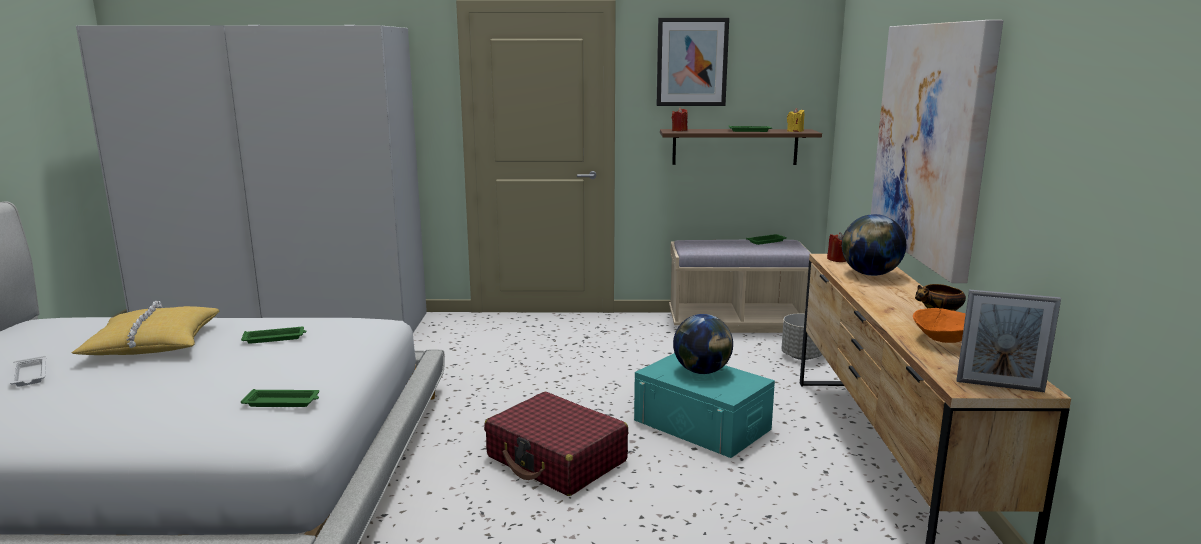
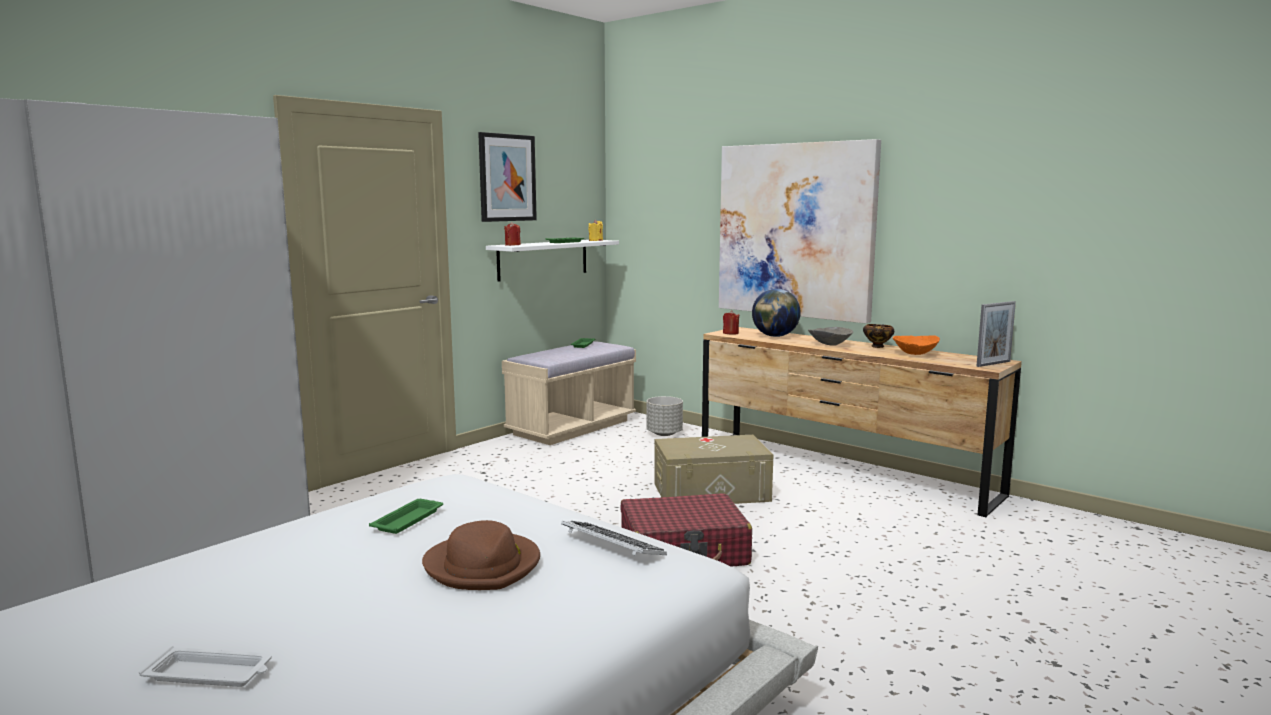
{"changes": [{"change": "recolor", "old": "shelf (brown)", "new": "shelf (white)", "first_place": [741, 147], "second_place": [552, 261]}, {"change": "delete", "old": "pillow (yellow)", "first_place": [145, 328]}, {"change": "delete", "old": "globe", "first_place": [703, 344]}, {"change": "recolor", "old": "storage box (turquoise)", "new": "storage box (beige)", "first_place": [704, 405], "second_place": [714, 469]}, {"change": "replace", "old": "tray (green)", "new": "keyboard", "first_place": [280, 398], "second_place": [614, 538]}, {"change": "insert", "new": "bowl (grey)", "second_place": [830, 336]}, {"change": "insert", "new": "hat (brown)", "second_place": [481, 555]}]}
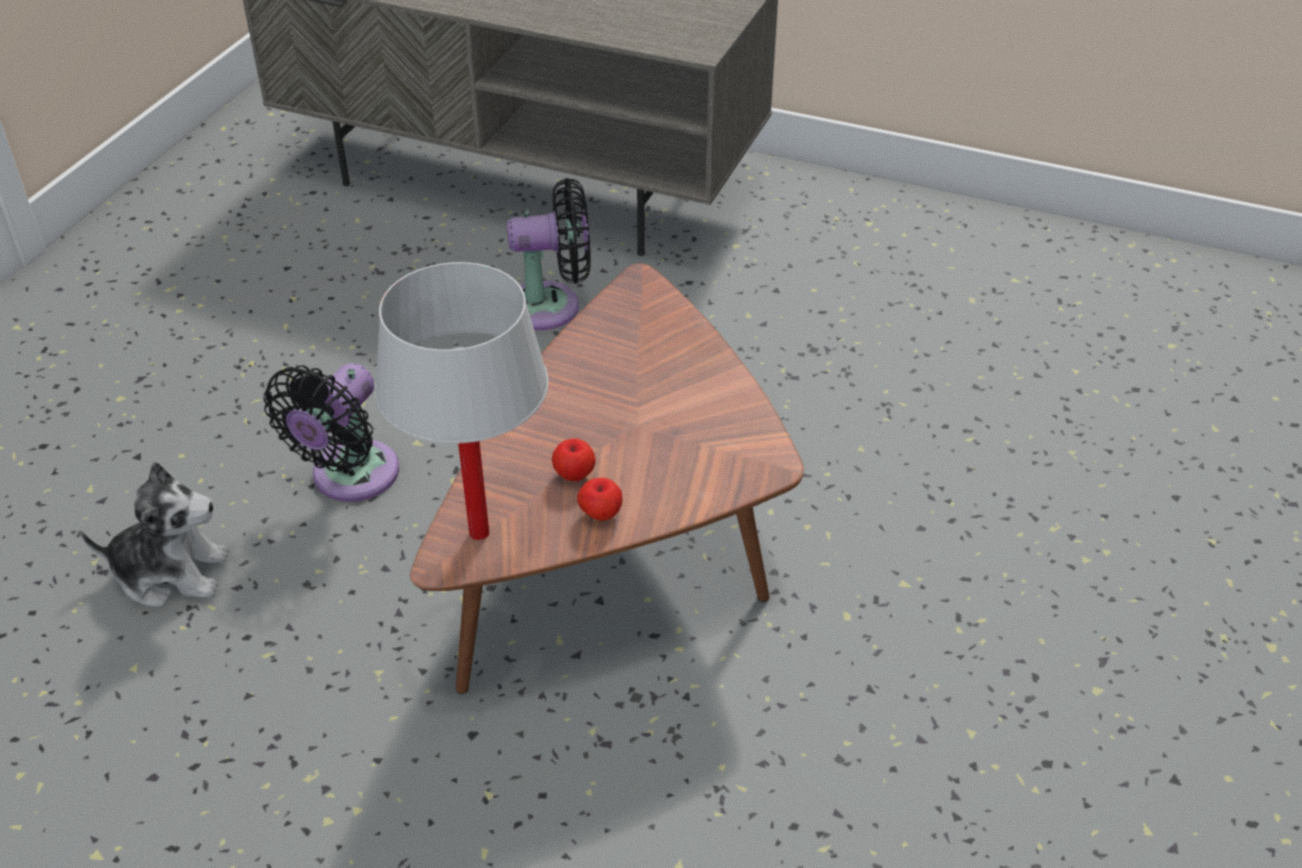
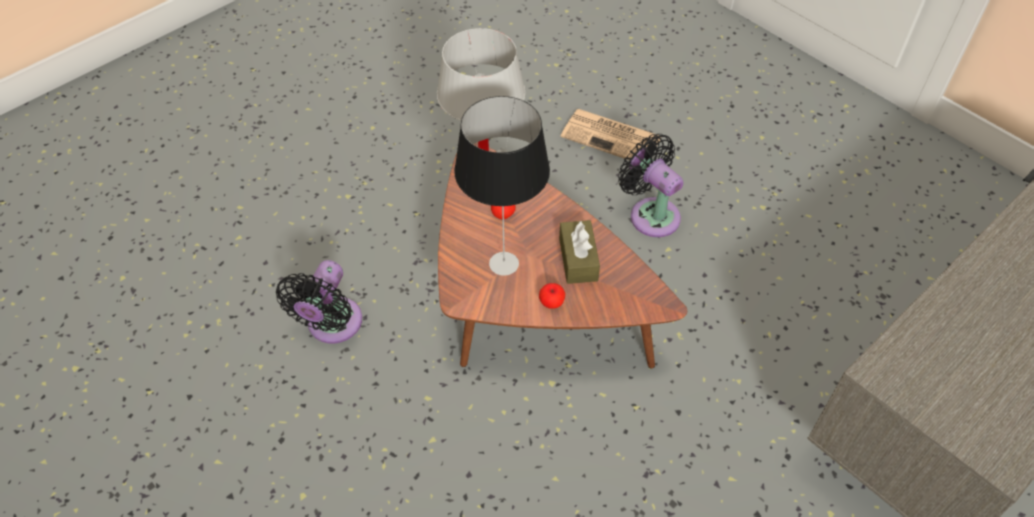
{"changes": [{"change": "move", "old": "fan (black)", "first_place": [549, 254], "second_place": [319, 302]}, {"change": "replace", "old": "plush toy", "new": "newspaper", "first_place": [155, 535], "second_place": [610, 134]}, {"change": "move", "old": "apple", "first_place": [600, 499], "second_place": [552, 296]}, {"change": "insert", "new": "table lamp", "second_place": [502, 186]}, {"change": "insert", "new": "tissue box (brown)", "second_place": [579, 252]}]}
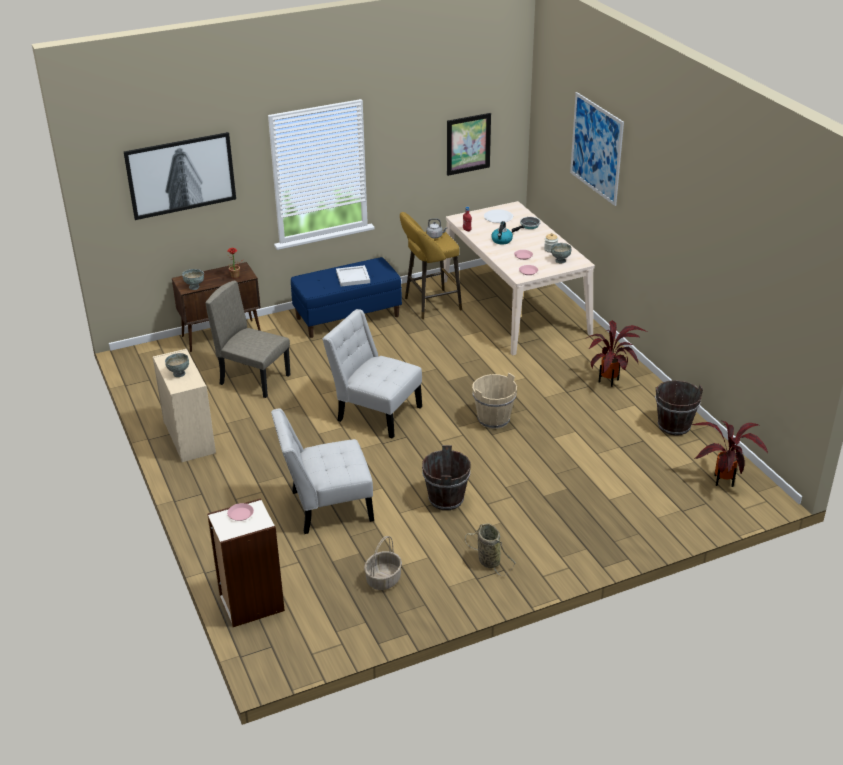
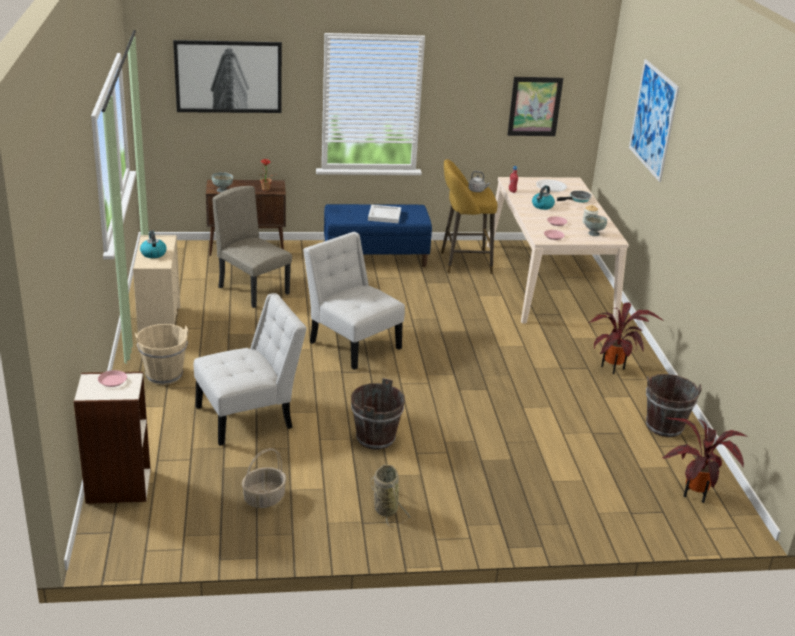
{"changes": [{"change": "replace", "old": "bowl (grey)", "new": "kettle", "first_place": [177, 365], "second_place": [153, 244]}, {"change": "move", "old": "bucket (beige)", "first_place": [494, 401], "second_place": [161, 354]}, {"change": "rotate", "old": "chair (white)", "first_place": [322, 471], "second_place": [250, 369], "degrees": 150}]}
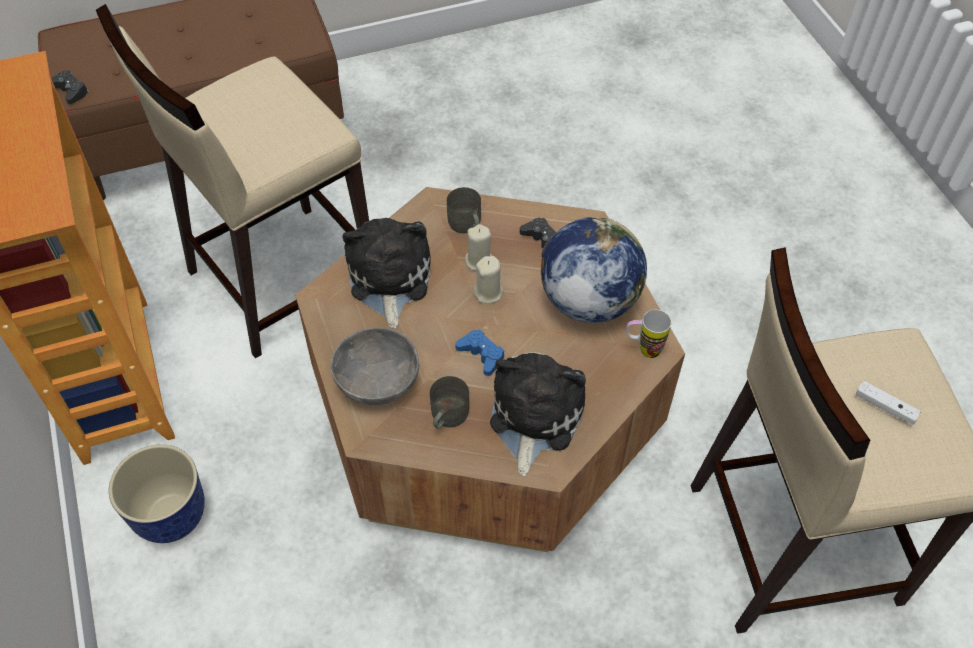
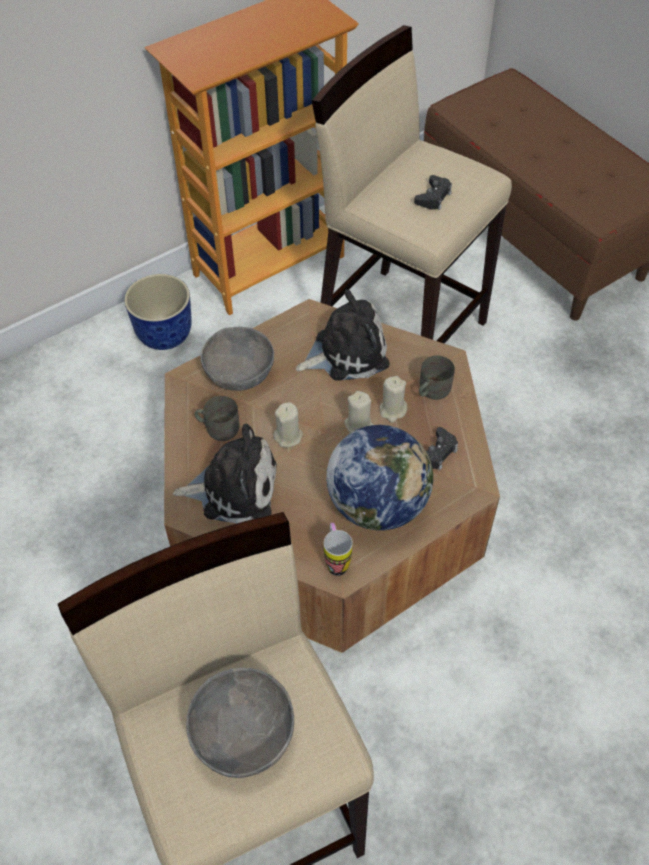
{"changes": [{"change": "move", "old": "game controller (black)", "first_place": [70, 87], "second_place": [433, 192]}, {"change": "replace", "old": "game controller (blue)", "new": "candle (beige)", "first_place": [480, 352], "second_place": [288, 425]}, {"change": "replace", "old": "game controller (white)", "new": "bowl (grey)", "first_place": [888, 403], "second_place": [240, 723]}]}
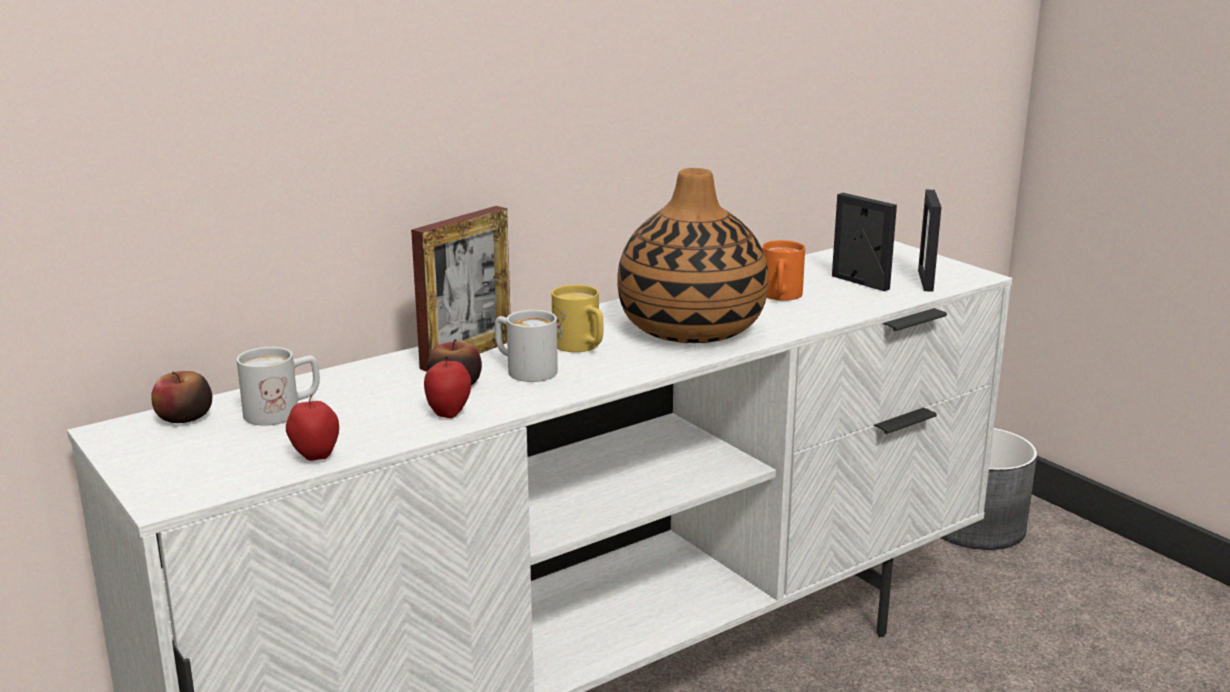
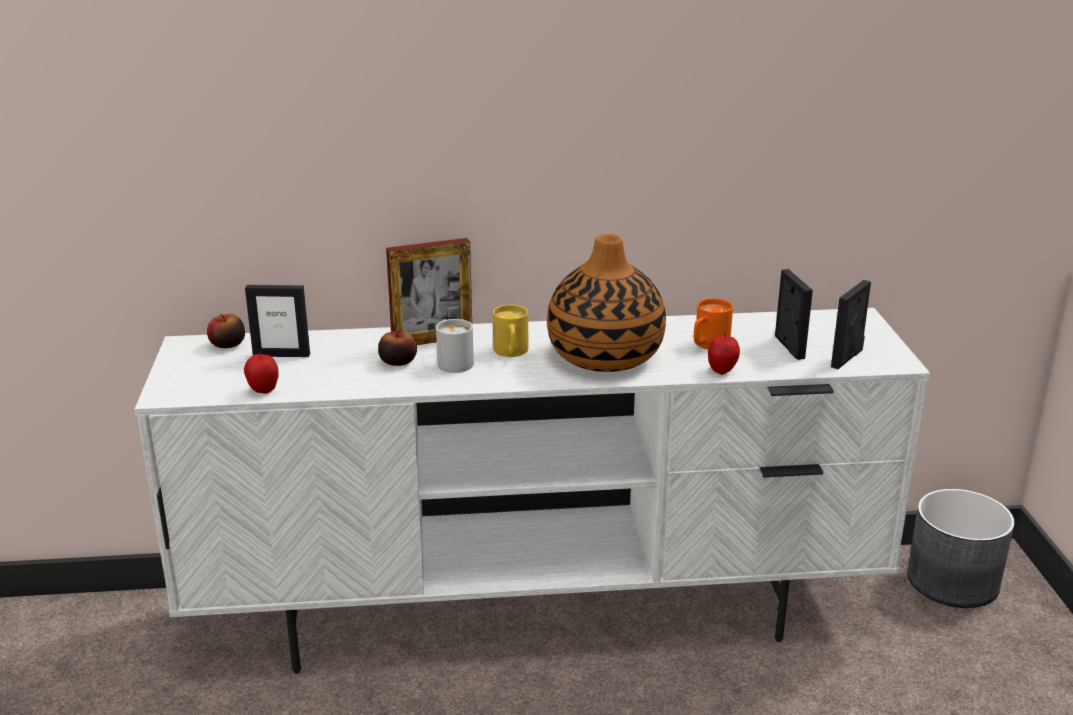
{"changes": [{"change": "replace", "old": "mug (white)", "new": "picture frame", "first_place": [278, 386], "second_place": [277, 321]}, {"change": "move", "old": "apple", "first_place": [447, 387], "second_place": [724, 354]}]}
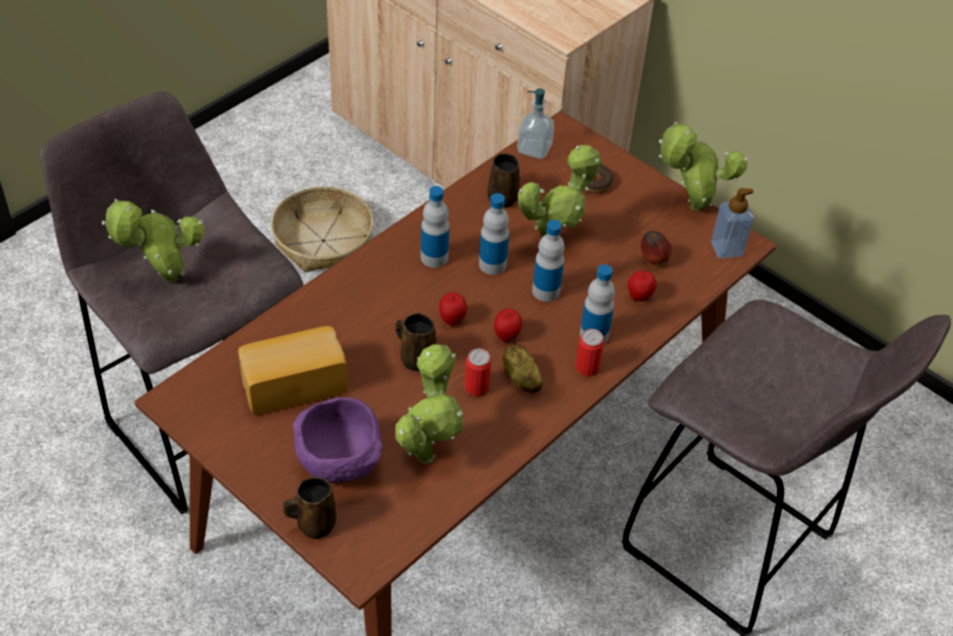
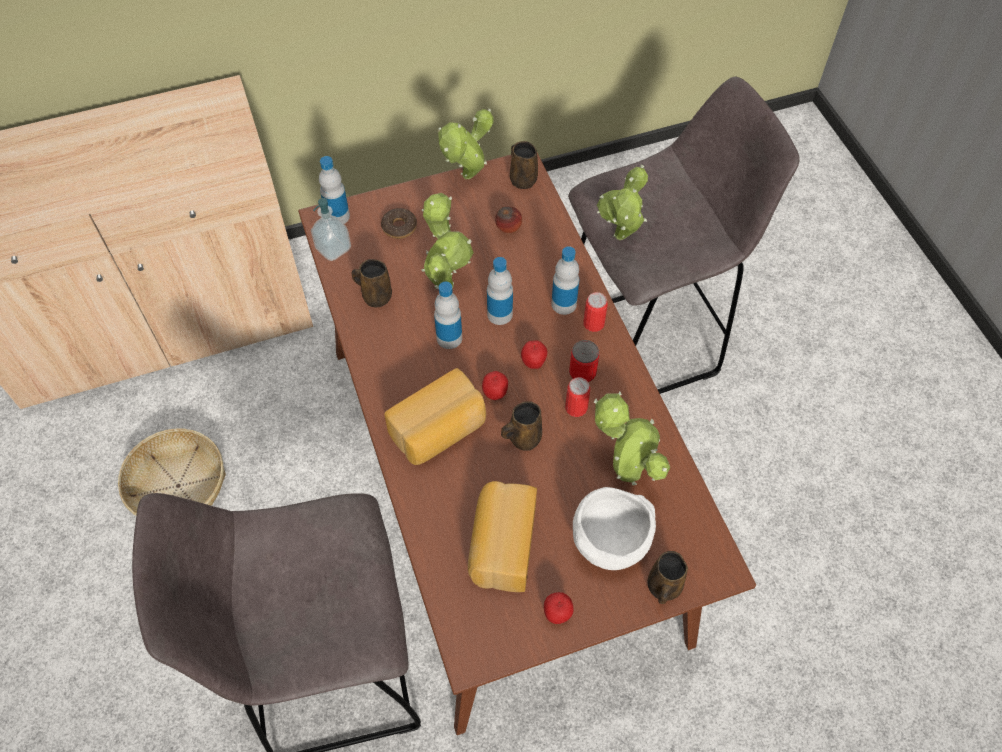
{"changes": [{"change": "move", "old": "bottle", "first_place": [435, 227], "second_place": [334, 190]}, {"change": "replace", "old": "soap dispenser", "new": "mug (brown)", "first_place": [732, 223], "second_place": [524, 165]}, {"change": "move", "old": "potted plant", "first_place": [153, 240], "second_place": [622, 202]}, {"change": "move", "old": "apple", "first_place": [642, 286], "second_place": [559, 608]}, {"change": "replace", "old": "potato", "new": "can", "first_place": [523, 368], "second_place": [584, 361]}, {"change": "recolor", "old": "bowl (purple)", "new": "bowl (white)", "first_place": [338, 440], "second_place": [614, 528]}, {"change": "insert", "new": "bread", "second_place": [435, 416]}]}
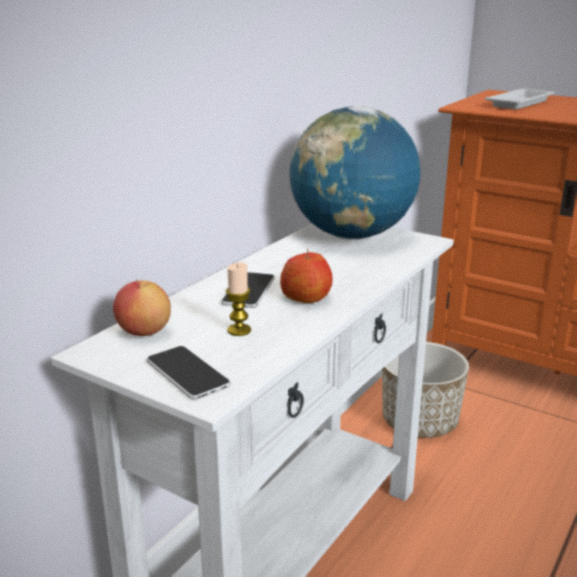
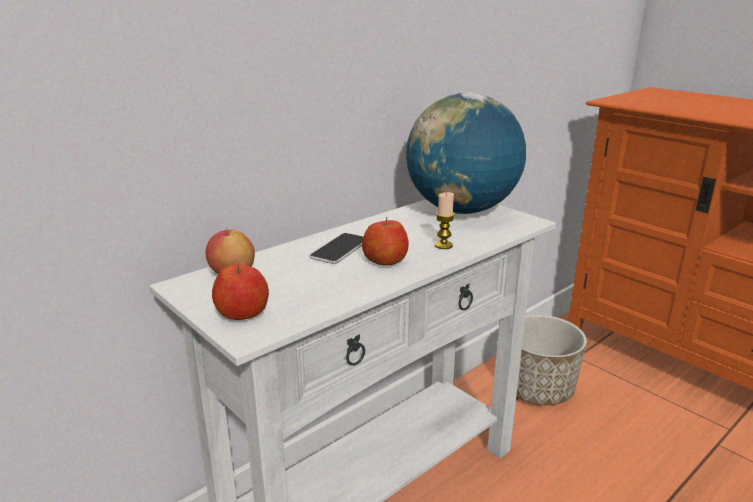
{"changes": [{"change": "delete", "old": "tray (white)", "first_place": [520, 99]}, {"change": "move", "old": "candle", "first_place": [238, 299], "second_place": [445, 220]}, {"change": "replace", "old": "phone", "new": "apple", "first_place": [188, 373], "second_place": [240, 292]}]}
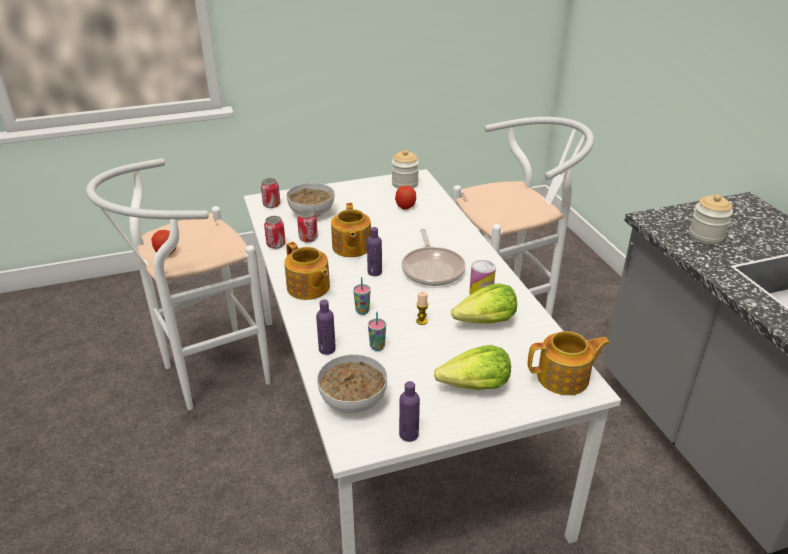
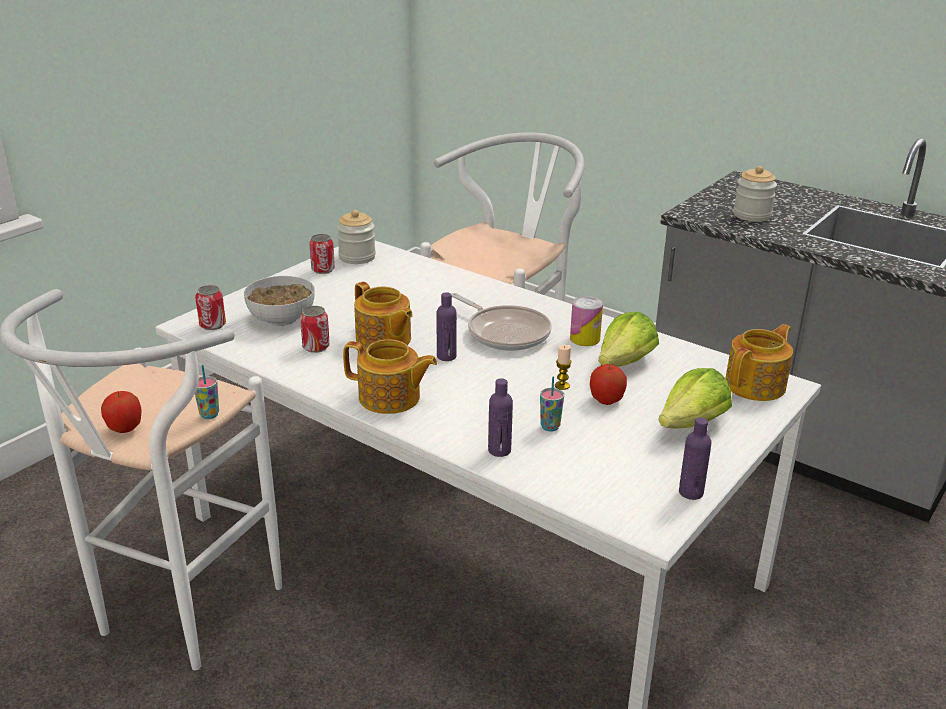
{"changes": [{"change": "move", "old": "apple", "first_place": [405, 197], "second_place": [608, 384]}, {"change": "move", "old": "can", "first_place": [275, 232], "second_place": [322, 254]}, {"change": "move", "old": "cup", "first_place": [362, 296], "second_place": [207, 392]}, {"change": "delete", "old": "bowl", "first_place": [352, 383]}]}
